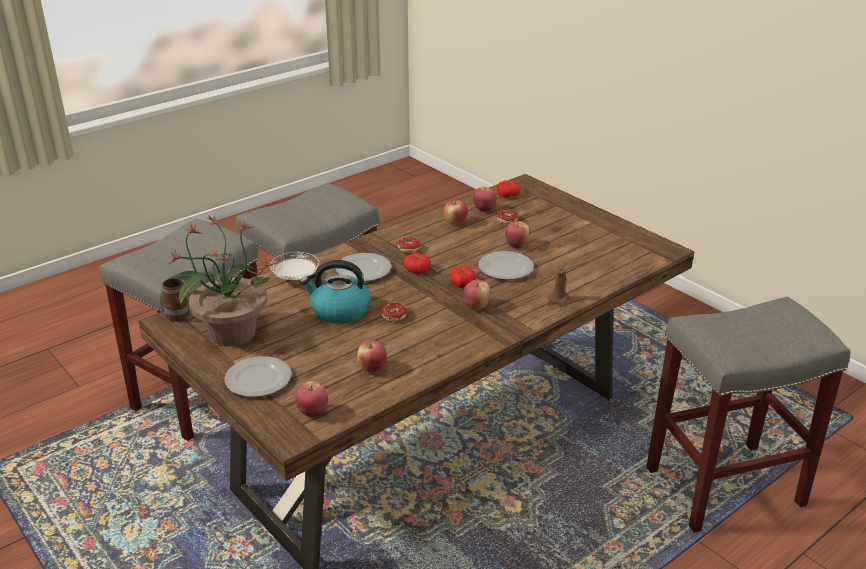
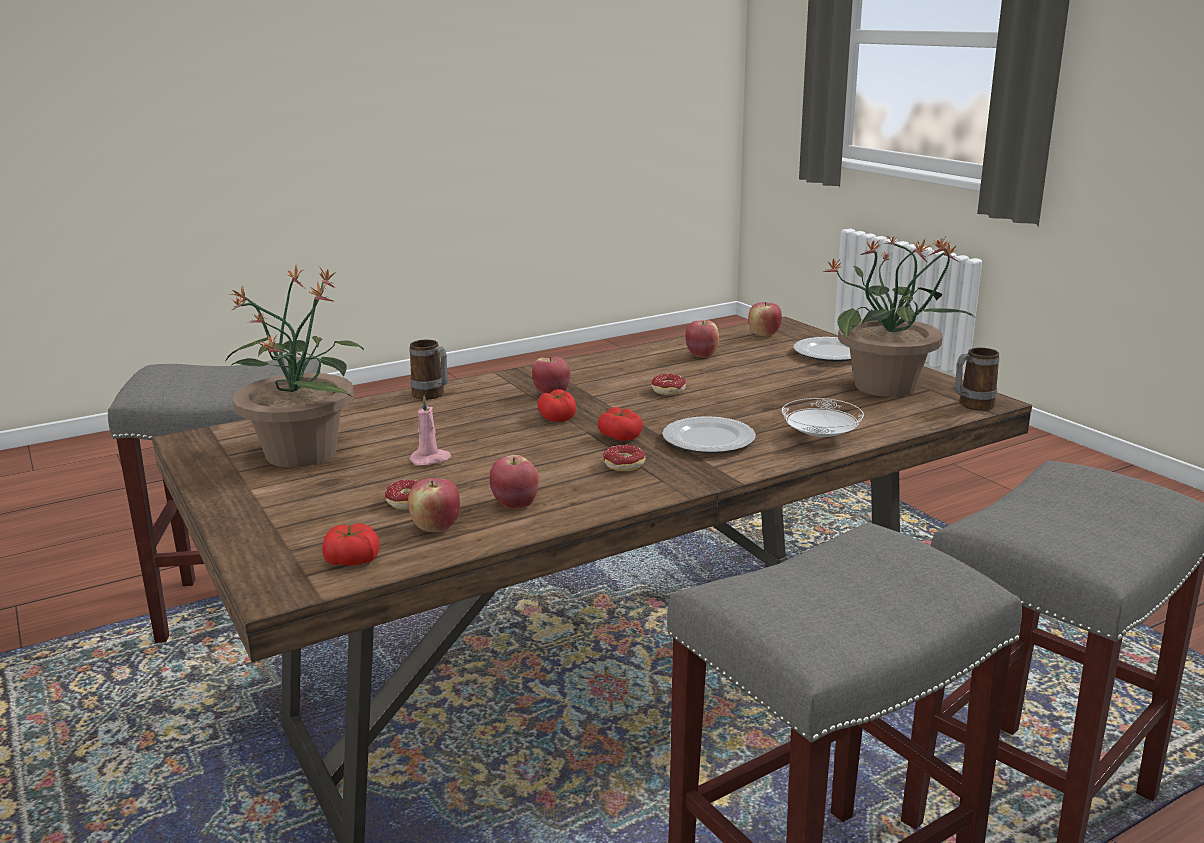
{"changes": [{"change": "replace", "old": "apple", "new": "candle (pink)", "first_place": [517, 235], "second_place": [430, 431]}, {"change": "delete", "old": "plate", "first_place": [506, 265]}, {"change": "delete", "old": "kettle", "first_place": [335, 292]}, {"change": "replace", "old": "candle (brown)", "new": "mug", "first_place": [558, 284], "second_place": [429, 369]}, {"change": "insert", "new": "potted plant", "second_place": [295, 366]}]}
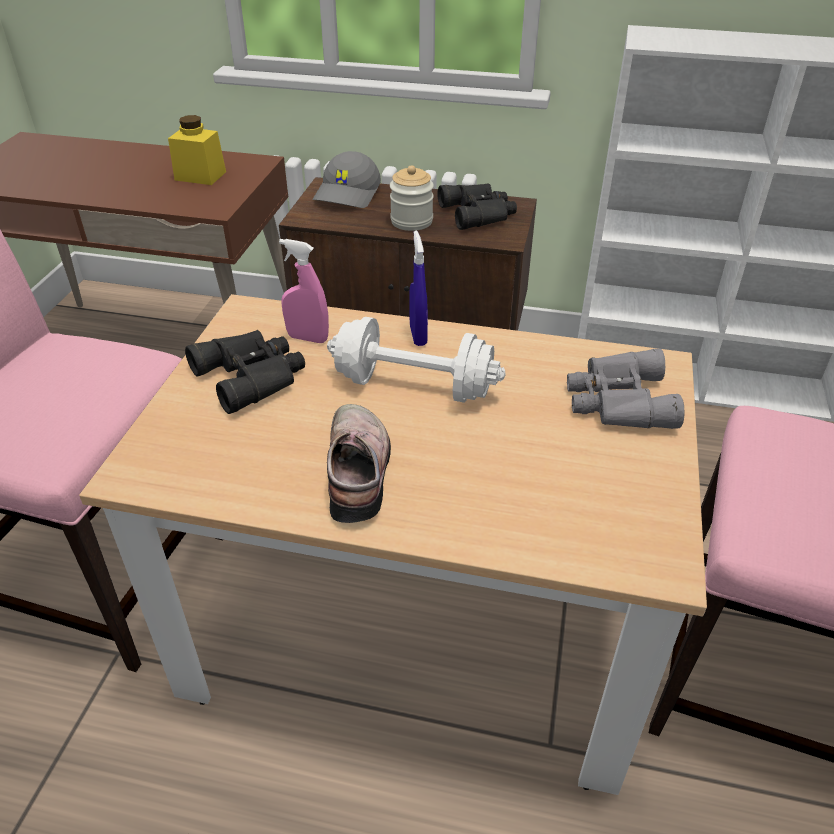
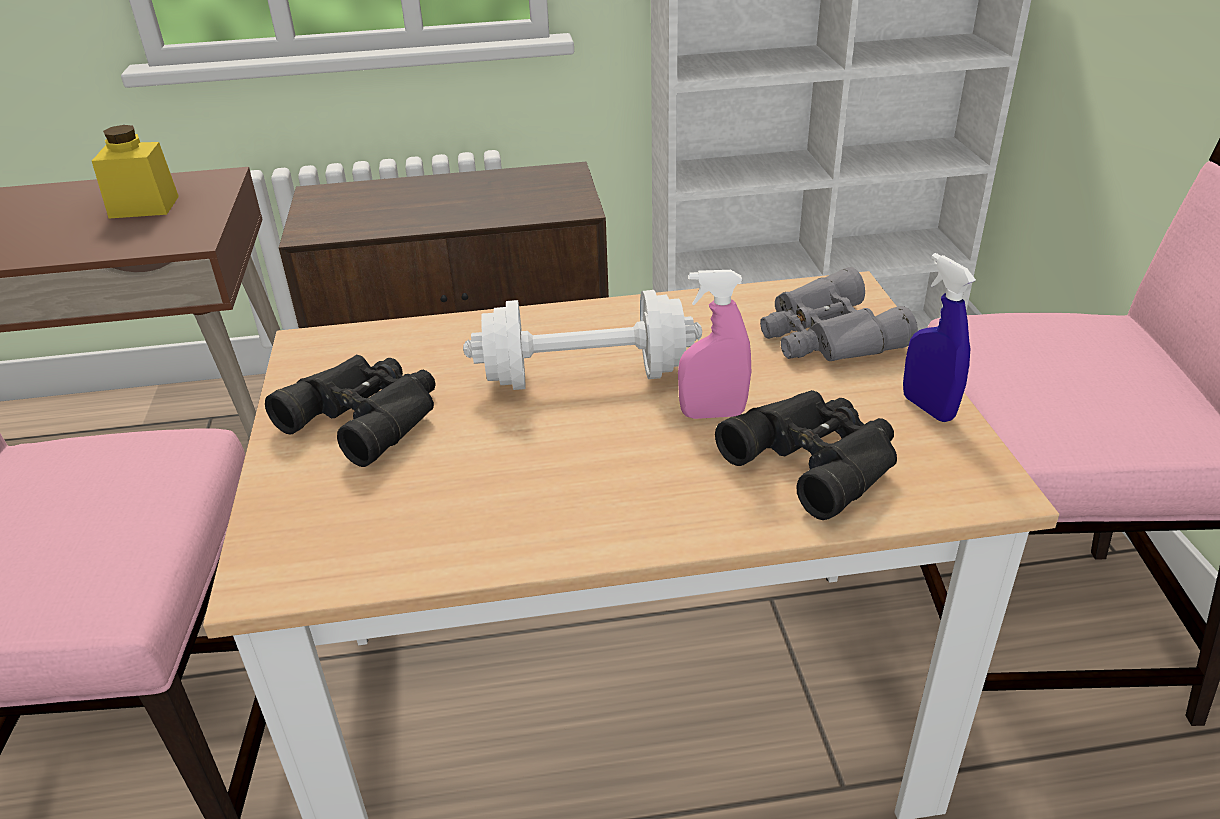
{"changes": [{"change": "delete", "old": "cap (grey)", "first_place": [346, 179]}, {"change": "delete", "old": "jar", "first_place": [412, 198]}, {"change": "move", "old": "binoculars (black)", "first_place": [477, 206], "second_place": [806, 455]}, {"change": "move", "old": "spray bottle (blue)", "first_place": [418, 288], "second_place": [939, 337]}, {"change": "move", "old": "spray bottle (pink)", "first_place": [304, 291], "second_place": [714, 344]}, {"change": "delete", "old": "shoe", "first_place": [359, 463]}]}
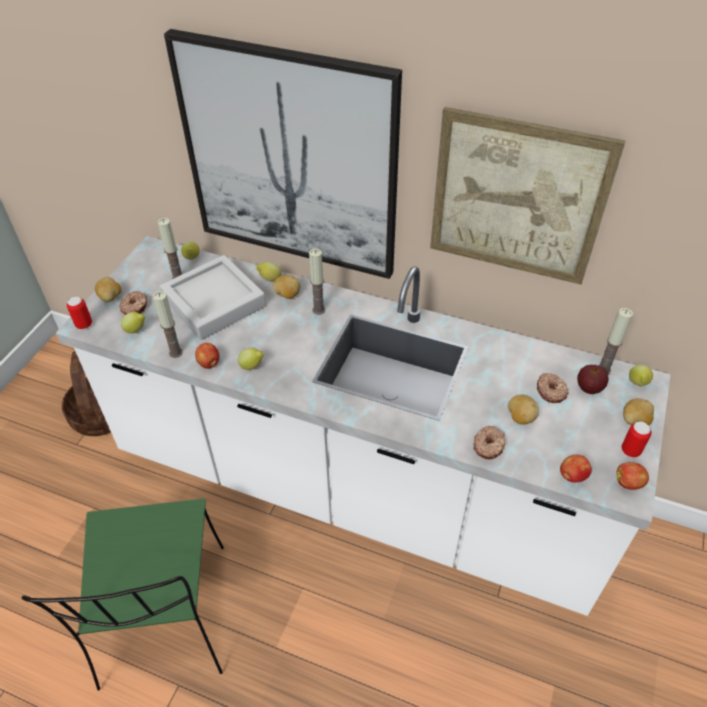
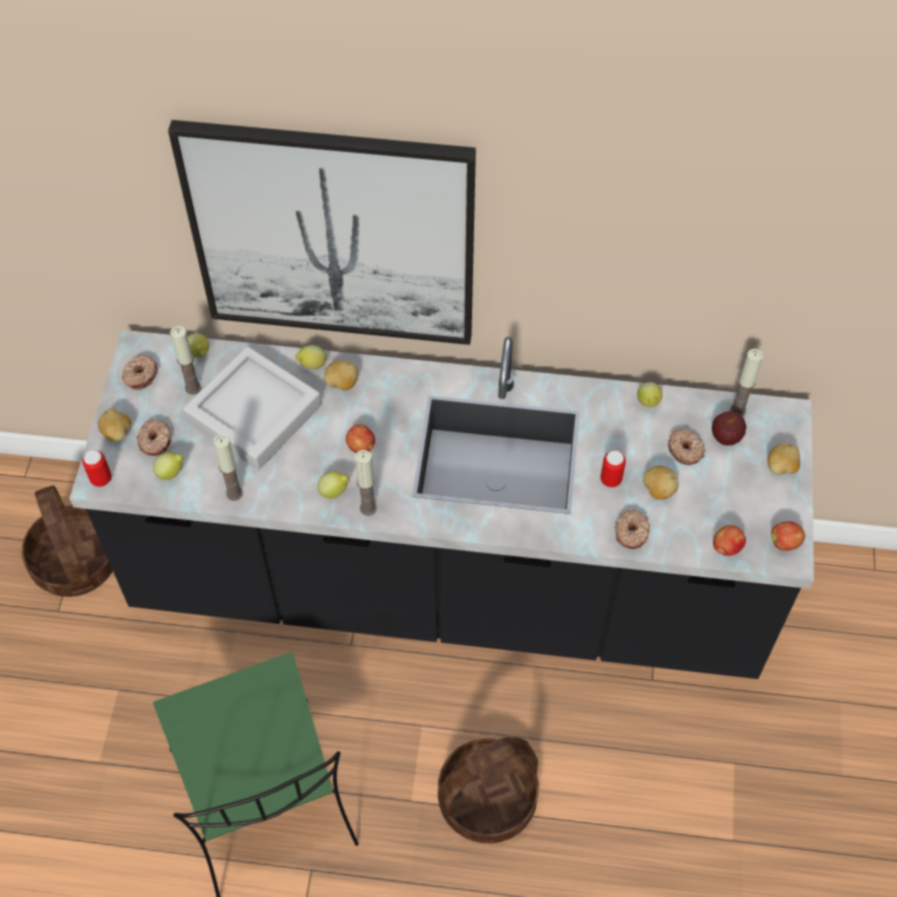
{"changes": [{"change": "delete", "old": "picture", "first_place": [527, 196]}, {"change": "recolor", "old": "counter (white)", "new": "counter (black)", "first_place": [363, 426], "second_place": [441, 504]}, {"change": "move", "old": "candle", "first_place": [317, 282], "second_place": [366, 483]}, {"change": "move", "old": "apple", "first_place": [207, 356], "second_place": [360, 438]}, {"change": "move", "old": "lemon", "first_place": [641, 375], "second_place": [650, 394]}, {"change": "move", "old": "can", "first_place": [636, 439], "second_place": [613, 468]}, {"change": "insert", "new": "donut", "second_place": [140, 372]}, {"change": "insert", "new": "basket", "second_place": [488, 790]}]}
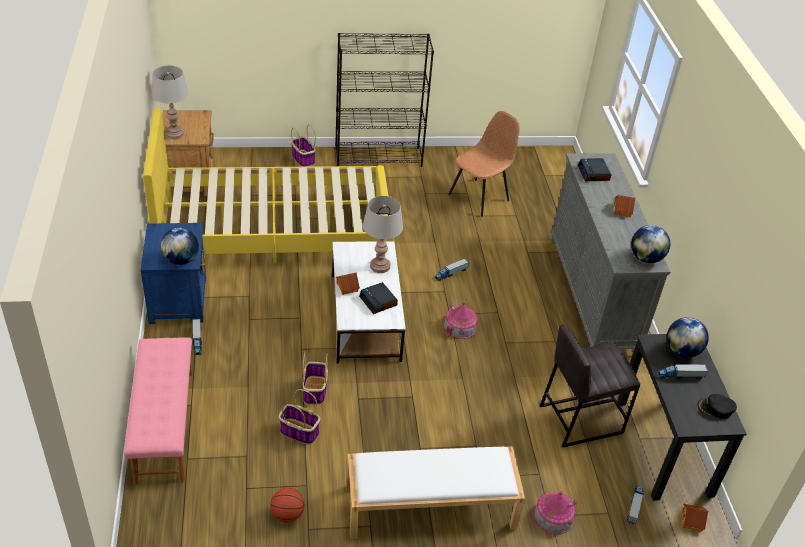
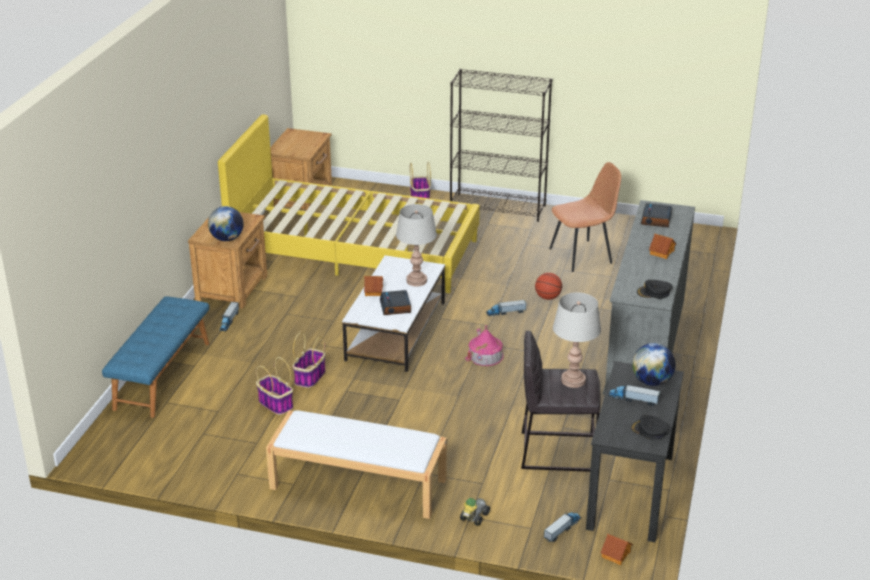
{"changes": [{"change": "move", "old": "table lamp (grey)", "first_place": [170, 102], "second_place": [577, 340]}, {"change": "recolor", "old": "nightstand (blue)", "new": "nightstand (brown)", "first_place": [173, 273], "second_place": [227, 260]}, {"change": "replace", "old": "globe", "new": "cap (black)", "first_place": [650, 244], "second_place": [654, 289]}, {"change": "recolor", "old": "bench (pink)", "new": "bench (blue)", "first_place": [158, 411], "second_place": [155, 357]}, {"change": "move", "old": "basketball", "first_place": [287, 505], "second_place": [548, 286]}, {"change": "replace", "old": "toy house", "new": "toy car", "first_place": [555, 512], "second_place": [475, 512]}]}
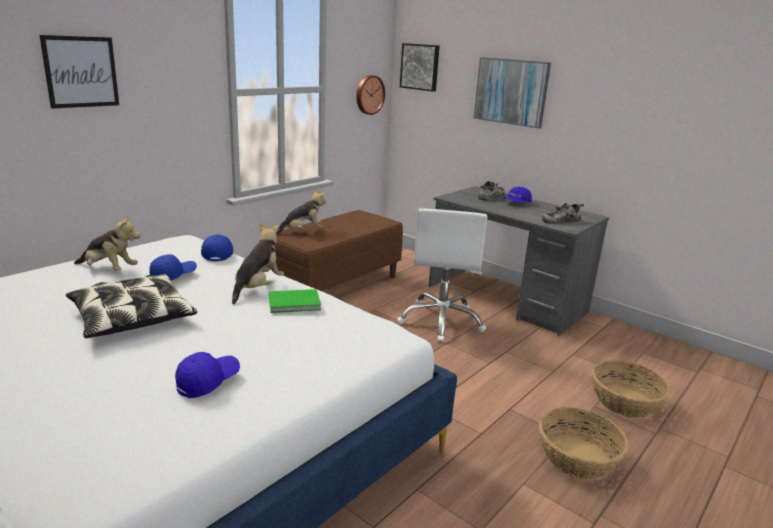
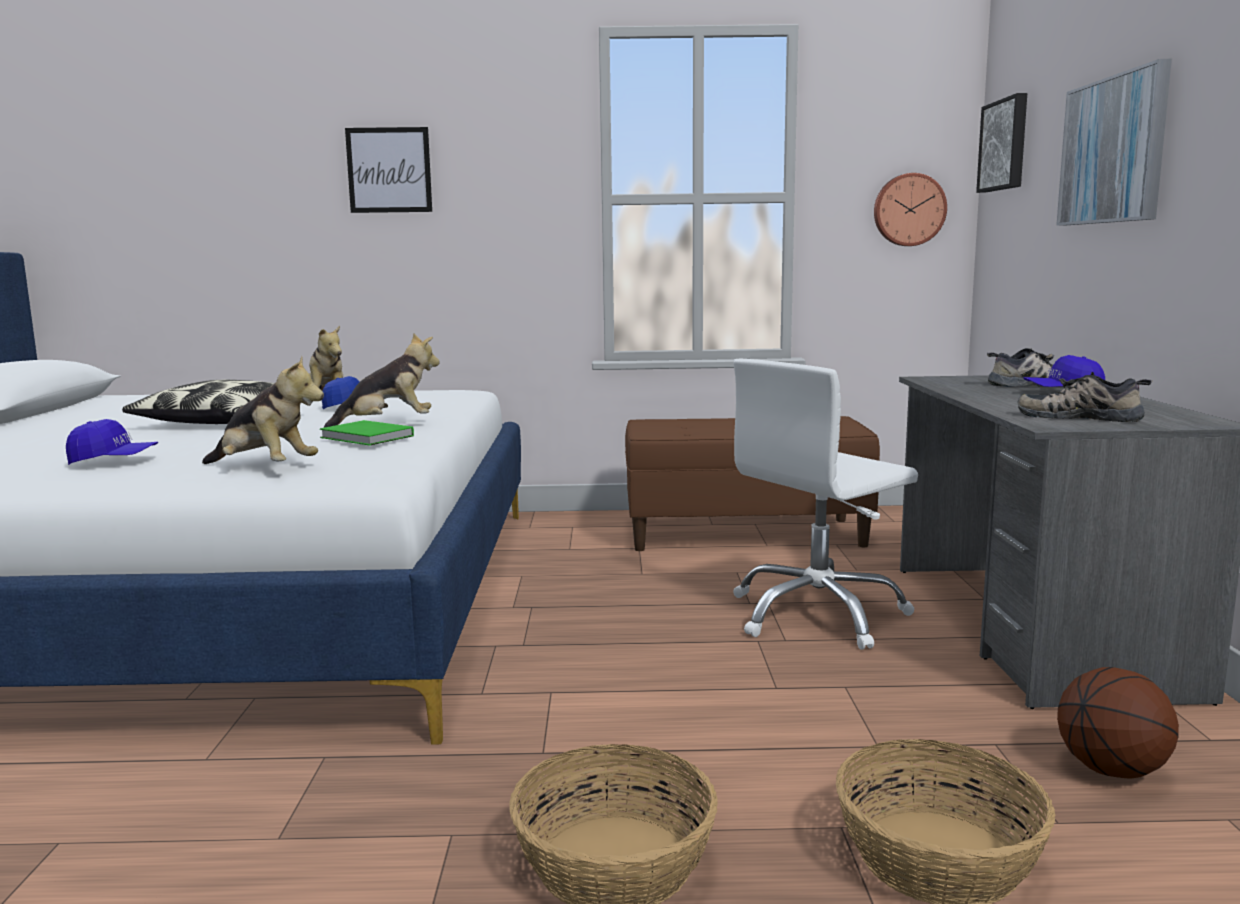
{"changes": [{"change": "move", "old": "plush toy", "first_place": [301, 211], "second_place": [263, 410]}, {"change": "delete", "old": "cap (blue)", "first_place": [217, 248]}, {"change": "insert", "new": "basketball", "second_place": [1118, 723]}]}
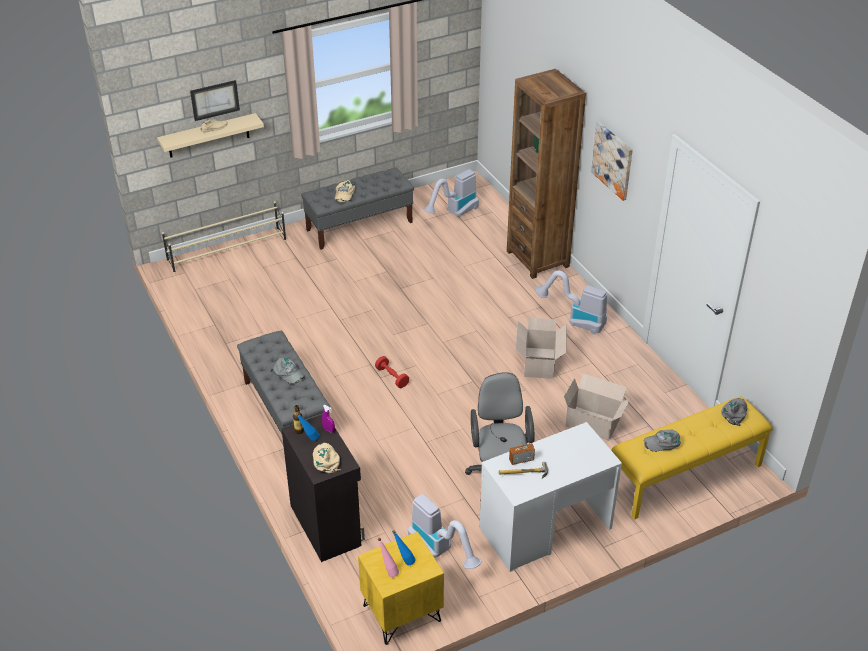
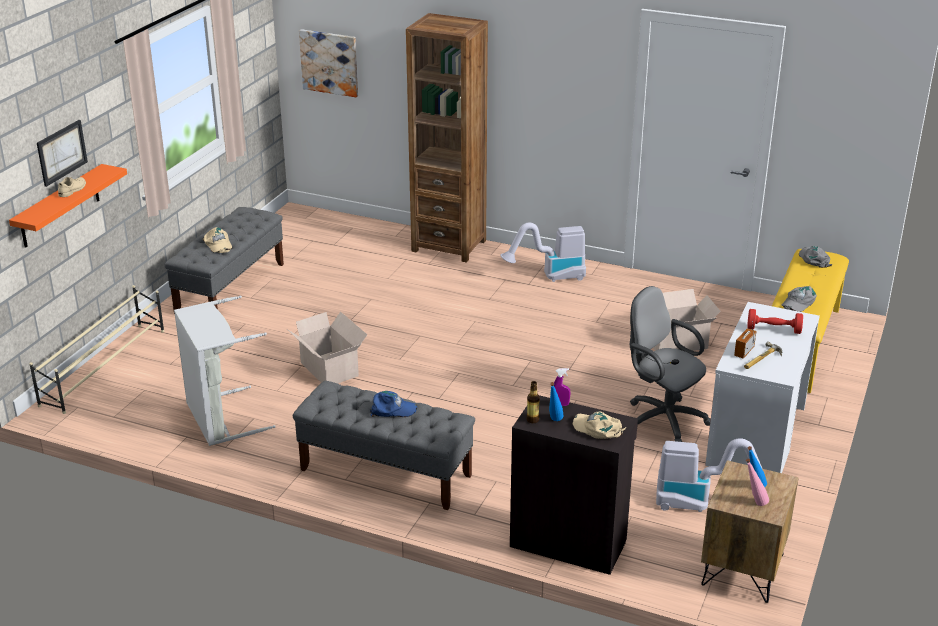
{"changes": [{"change": "recolor", "old": "shelf (beige)", "new": "shelf (orange)", "first_place": [210, 135], "second_place": [68, 206]}, {"change": "move", "old": "picture", "first_place": [612, 161], "second_place": [328, 63]}, {"change": "delete", "old": "vacuum cleaner", "first_place": [451, 193]}, {"change": "move", "old": "cardboard box", "first_place": [541, 348], "second_place": [327, 348]}, {"change": "move", "old": "dumbbell (red)", "first_place": [392, 372], "second_place": [775, 321]}, {"change": "recolor", "old": "cap (grey)", "new": "cap (blue)", "first_place": [287, 371], "second_place": [393, 404]}, {"change": "recolor", "old": "nightstand (yellow)", "new": "nightstand (brown)", "first_place": [401, 588], "second_place": [750, 531]}, {"change": "insert", "new": "laundry basket (grey)", "second_place": [225, 371]}]}
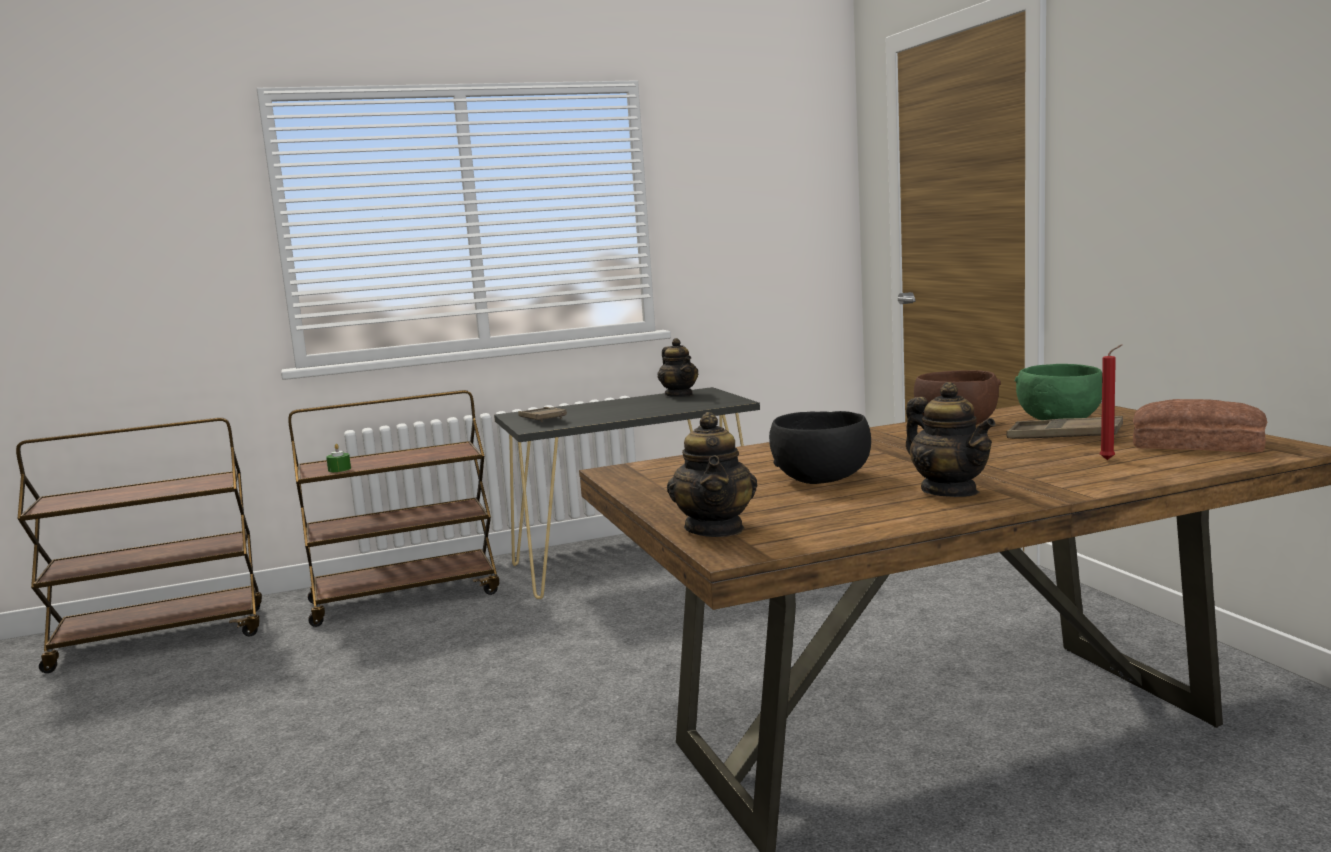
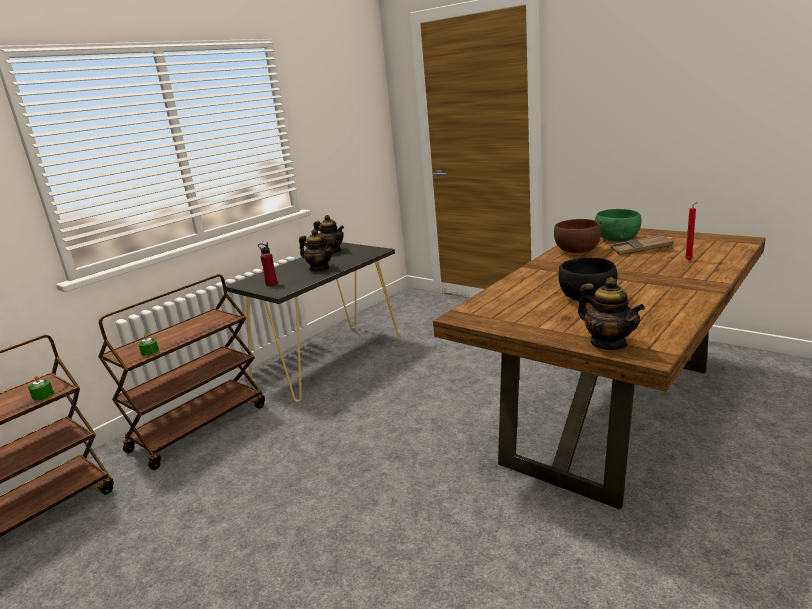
{"changes": [{"change": "move", "old": "teapot", "first_place": [951, 439], "second_place": [316, 250]}, {"change": "delete", "old": "bread", "first_place": [1200, 425]}, {"change": "replace", "old": "tray (brown)", "new": "bottle (red)", "first_place": [542, 414], "second_place": [267, 264]}, {"change": "insert", "new": "candle (green)", "second_place": [41, 388]}]}
